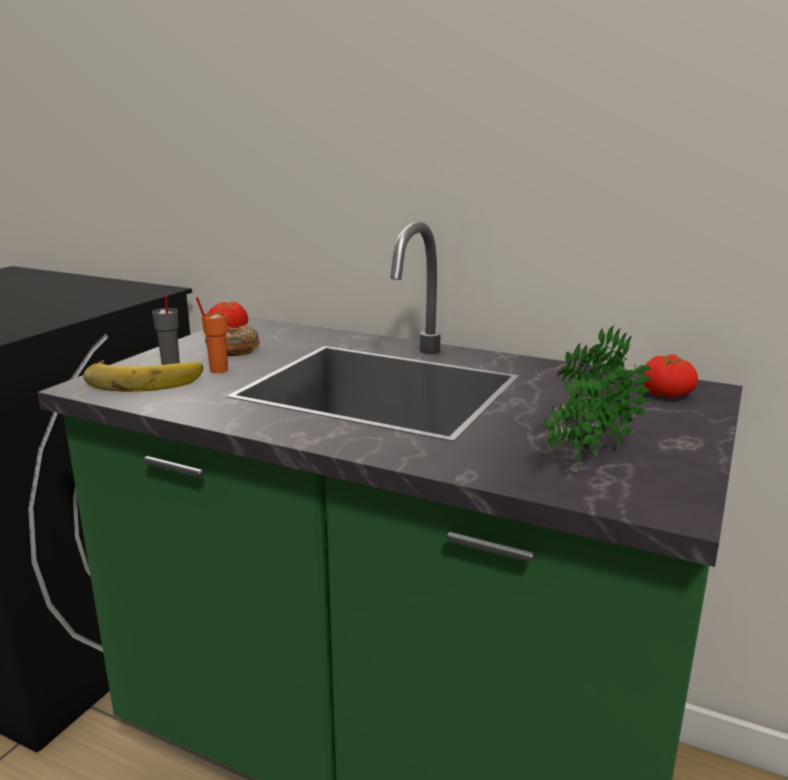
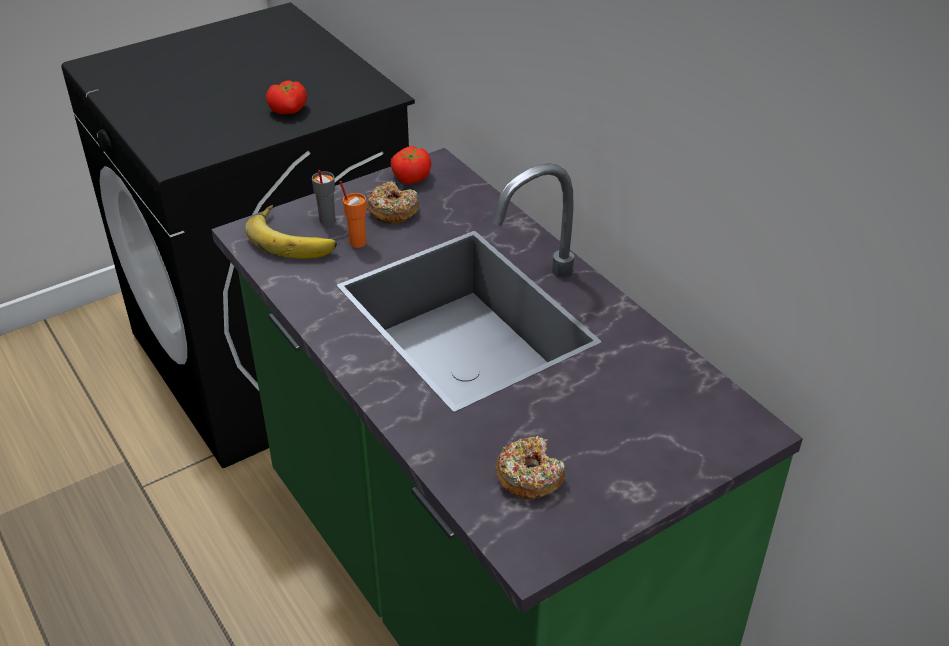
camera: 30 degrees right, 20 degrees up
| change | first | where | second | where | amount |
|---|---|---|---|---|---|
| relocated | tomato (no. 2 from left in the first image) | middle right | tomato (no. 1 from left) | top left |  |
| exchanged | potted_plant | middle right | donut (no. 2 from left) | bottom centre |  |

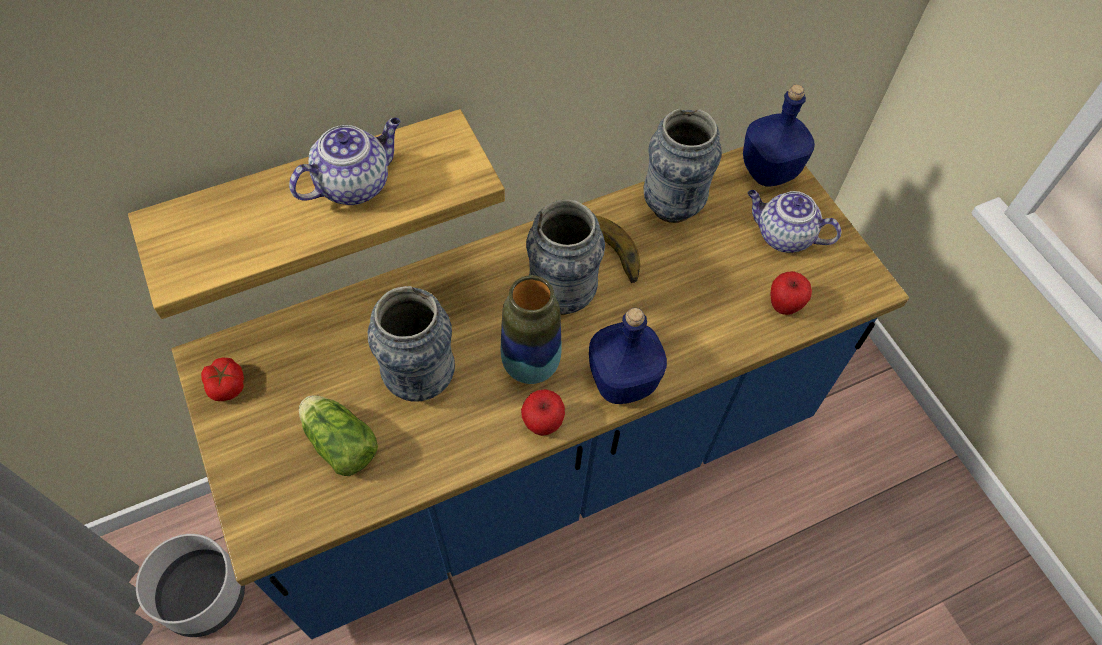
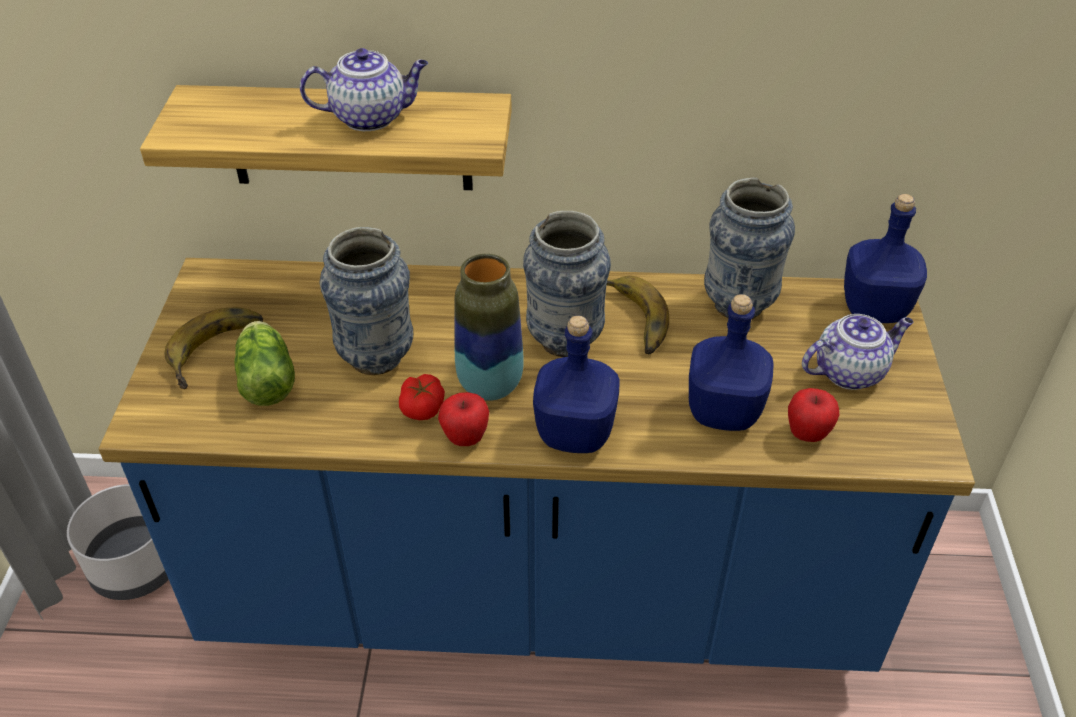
camera: 30 degrees right, 15 degrees down
| change | first | where | second | where | amount |
|---|---|---|---|---|---|
| appeared |  |  | banana (no. 1 from left) | middle left |  |
| appeared |  |  | blue_bottle (no. 2 from left) | middle right |  |
| relocated | tomato | middle left |  | centre |  |
| spun | teapot (no. 2 from left) | middle right |  | middle right | 105 degrees clockwise |

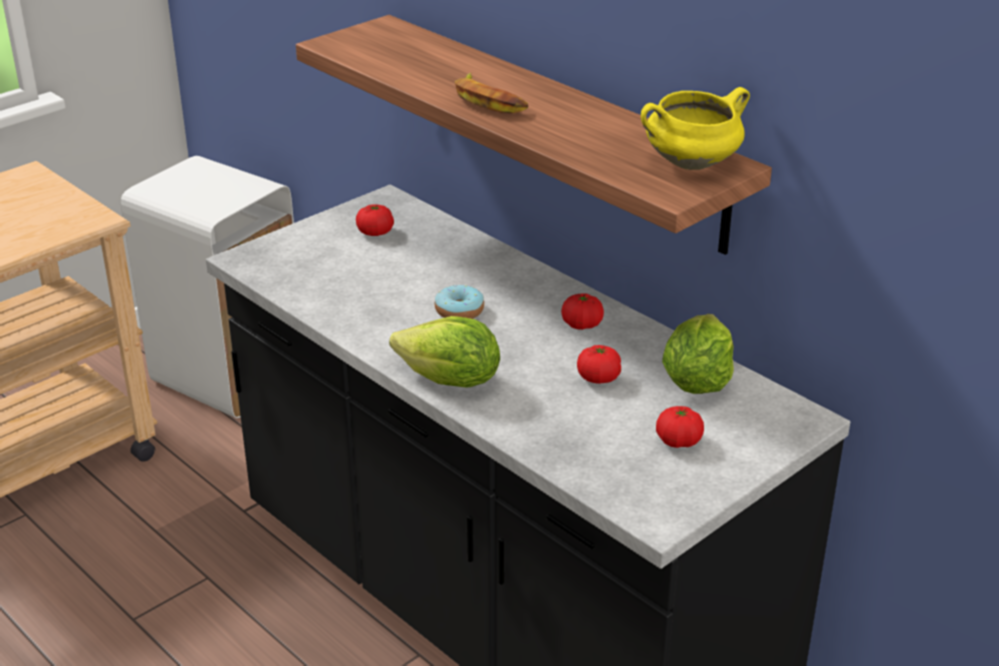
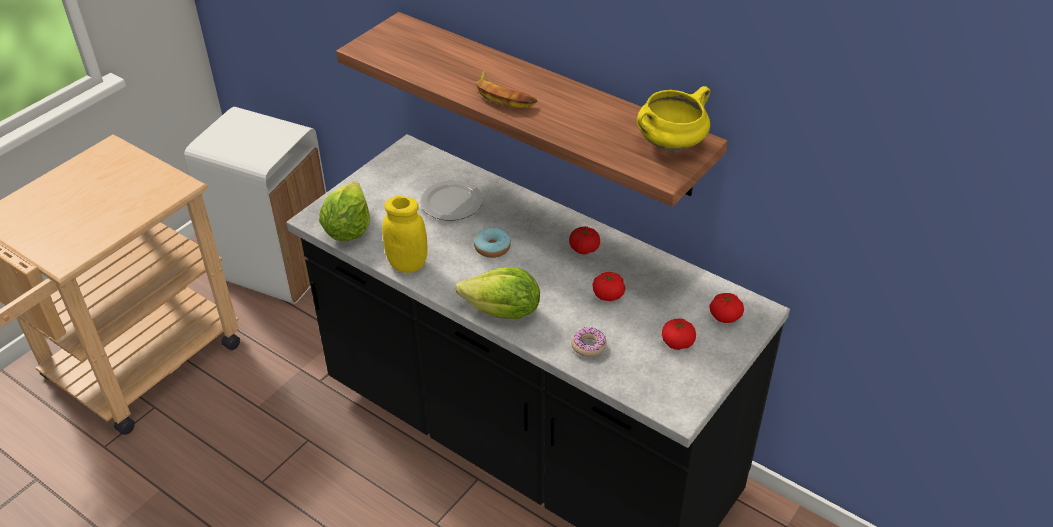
camera: 10 degrees left, 10 degrees up
| change | first | where | second | where | amount |
|---|---|---|---|---|---|
| appeared |  |  | yellow_jar | centre |  |
| appeared |  |  | plate | centre |  |
| appeared |  |  | donut (no. 2 from left) | centre |  |
| relocated | tomato (no. 1 from left in the first image) | top centre | tomato (no. 4 from left) | middle right |  |
| relocated | lettuce (no. 2 from left in the first image) | middle right | lettuce (no. 1 from left) | middle left |  |

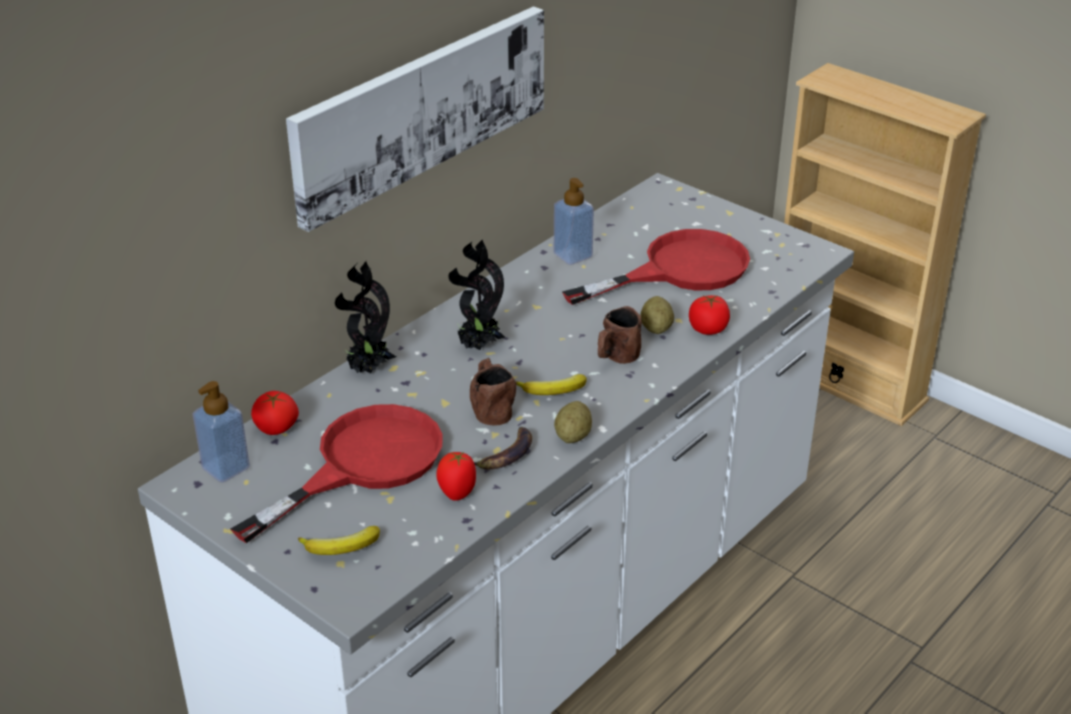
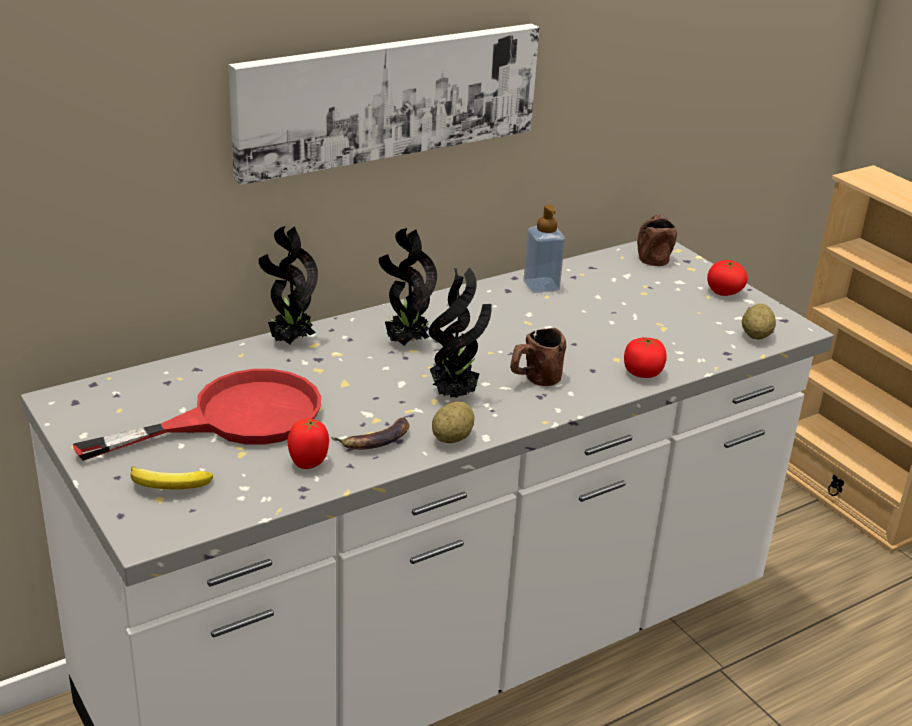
camera: 15 degrees right, 5 degrees down
| change | first | where | second | where | amount |
|---|---|---|---|---|---|
| missing | soap_dispenser (no. 1 from left) | middle left |  |  |  |
| missing | red_frying_pan (no. 2 from left) | centre |  |  |  |
| relocated | tomato (no. 1 from left in the first image) | middle left | tomato (no. 3 from left) | middle right |  |
| relocated | brown_mug (no. 1 from left in the first image) | centre | brown_mug (no. 2 from left) | top right |  |
| relocated | potato (no. 2 from left) | centre |  | middle right |  |
| exchanged | banana (no. 3 from left) | centre | potted_plant (no. 3 from left) | centre |  |

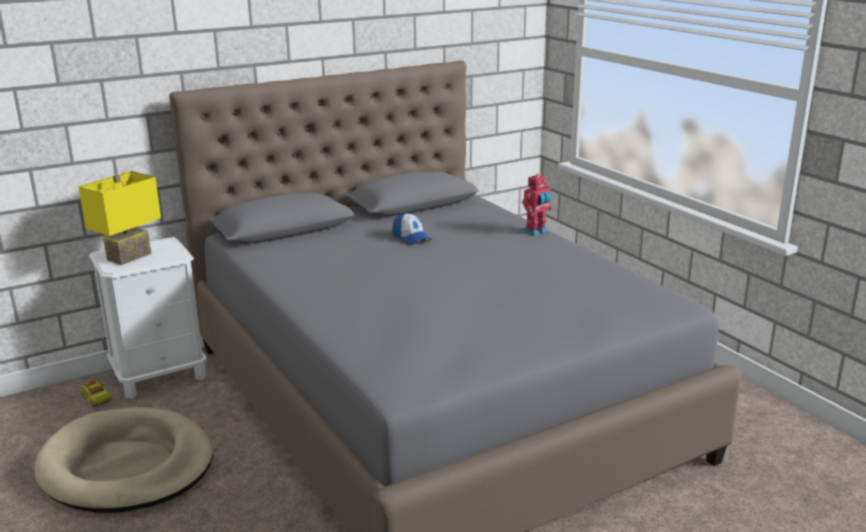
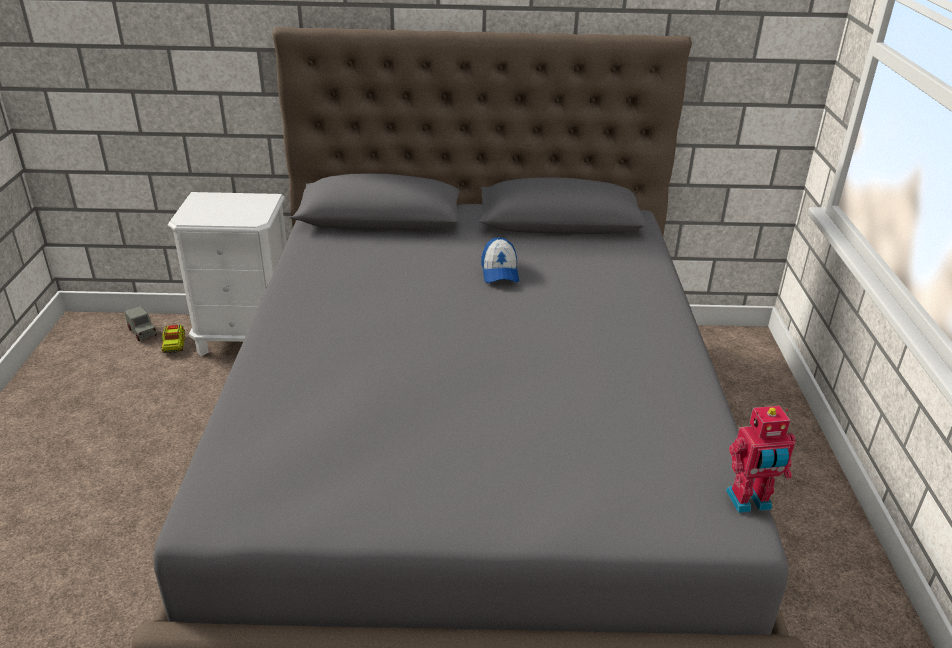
camera: 30 degrees right, 10 degrees up
| change | first | where | second | where | amount |
|---|---|---|---|---|---|
| missing | beige_dog_bed | bottom left |  |  |  |
| missing | yellow_table_lamp | middle left |  |  |  |
| appeared |  |  | grey_toy_car | middle left |  |
| relocated | toy_robot | centre |  | bottom right |  |

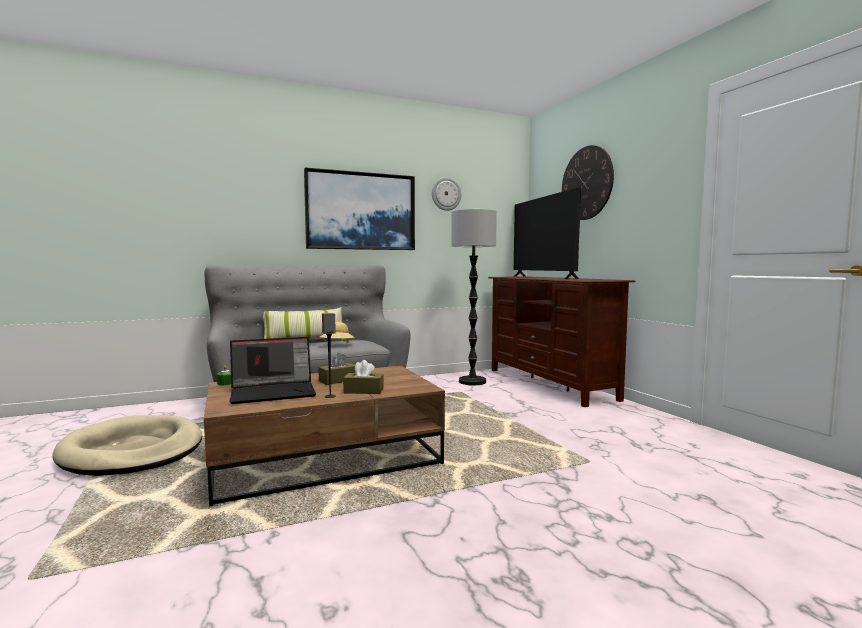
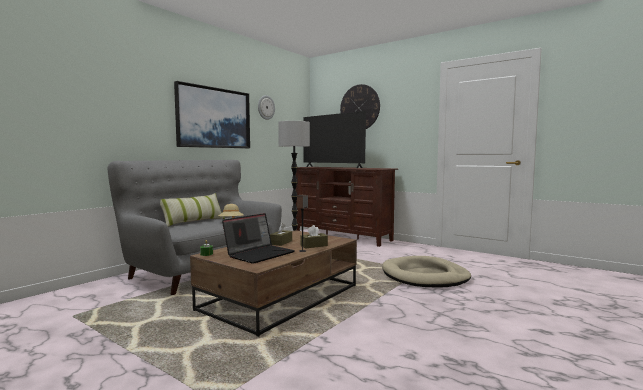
camera: 30 degrees left, 0 degrees up
| change | first | where | second | where | amount |
|---|---|---|---|---|---|
| relocated | beige_dog_bed | bottom left |  | bottom centre |  |

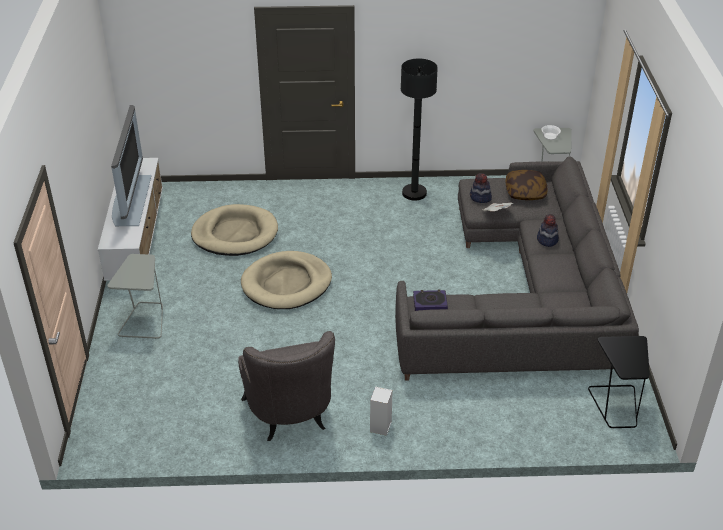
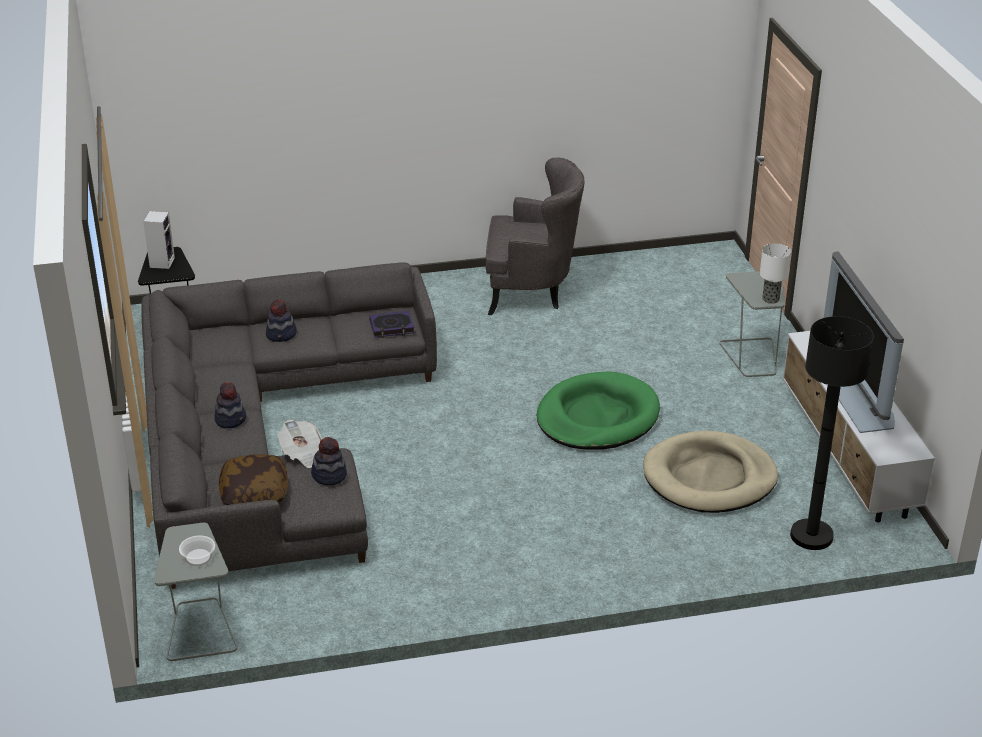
camera: 170 degrees right, 5 degrees down
| change | first | where | second | where | amount |
|---|---|---|---|---|---|
| appeared |  |  | hat (no. 2 from left) | middle left |  |
| appeared |  |  | table_lamp | middle right |  |
| relocated | speaker | bottom centre |  | top left |  |
| relocated | black_floor_lamp | top centre |  | middle right |  |
| colour | beige_dog_bed (no. 2 from left) | centre | green_dog_bed | centre |  |
| spun | grey_armchair | bottom centre |  | top centre | 120 degrees clockwise |

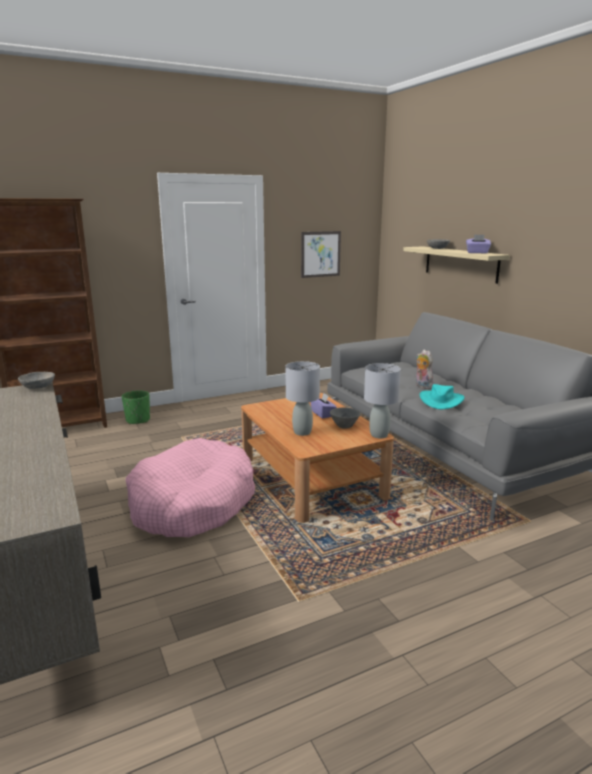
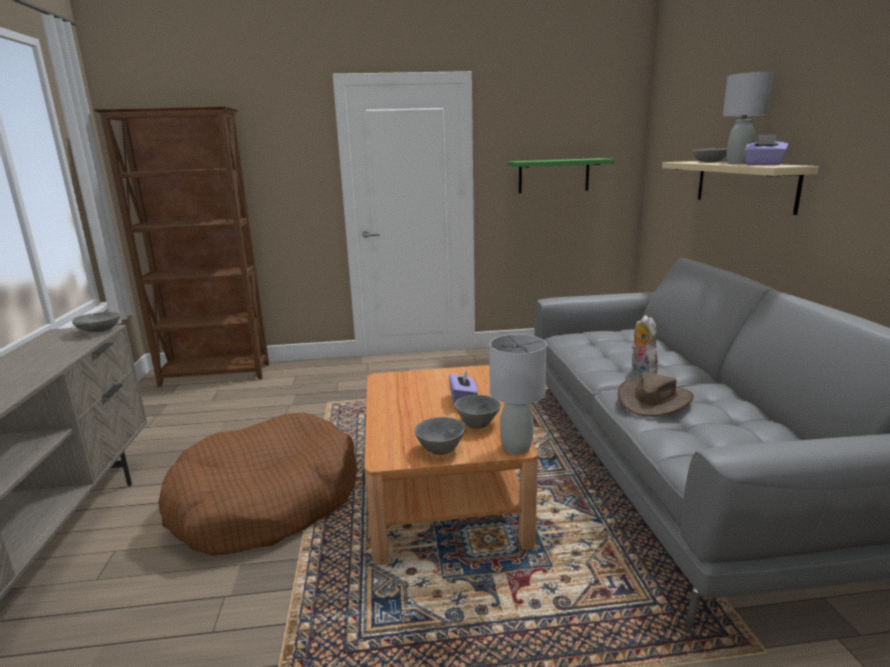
camera: 20 degrees right, 0 degrees up
| change | first | where | second | where | amount |
|---|---|---|---|---|---|
| missing | green_planter | middle left |  |  |  |
| appeared |  |  | grey_bowl (no. 2 from left) | centre |  |
| relocated | grey_table_lamp (no. 1 from left in the first image) | centre | grey_table_lamp (no. 2 from left) | top right |  |
| exchanged | picture | top centre | green_shelf | top centre |  |
| colour | pink_dog_bed | middle left | brown_dog_bed | bottom left |  |
| colour | turquoise_hat | middle right | brown_hat | middle right |  |

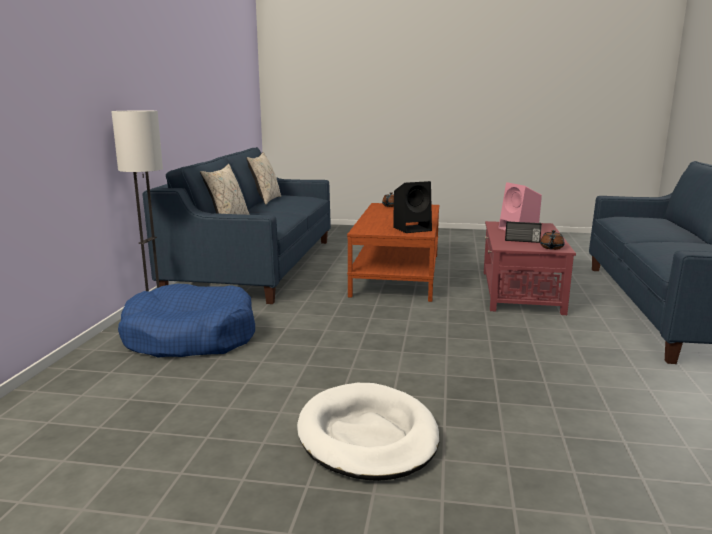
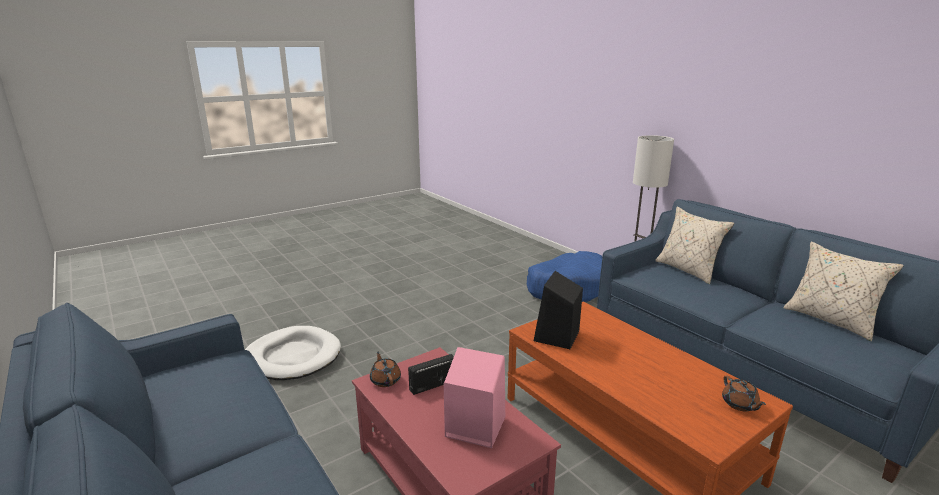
camera: 135 degrees right, 5 degrees up
| change | first | where | second | where | amount |
|---|---|---|---|---|---|
| relocated | white_dog_bed | bottom centre |  | bottom left |  |

